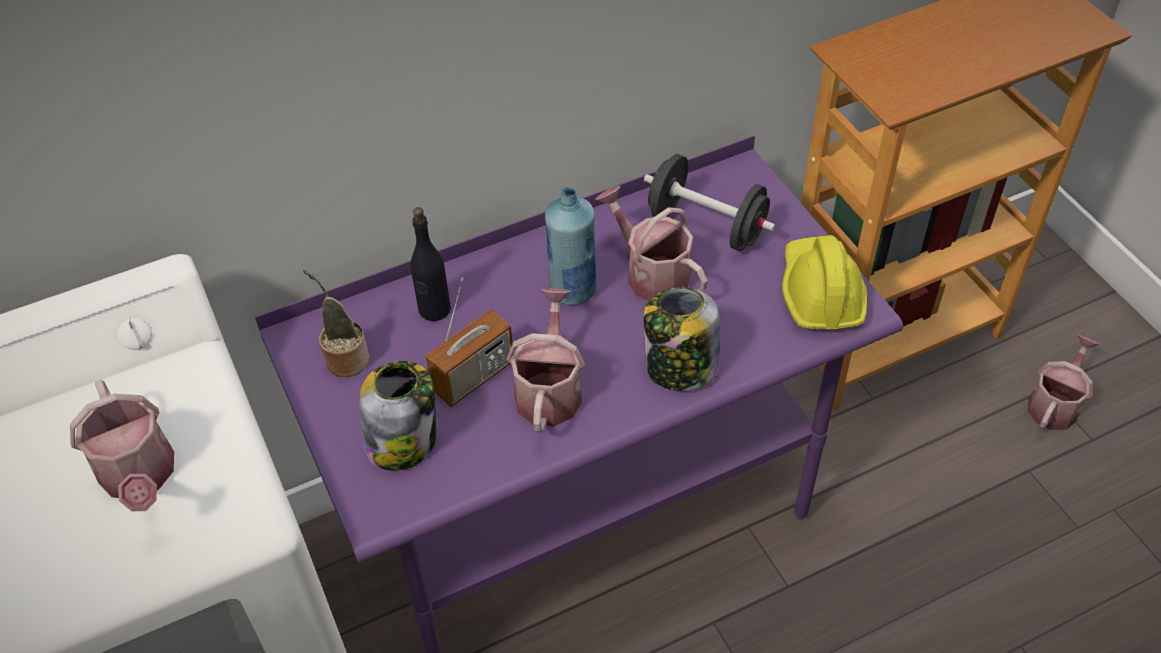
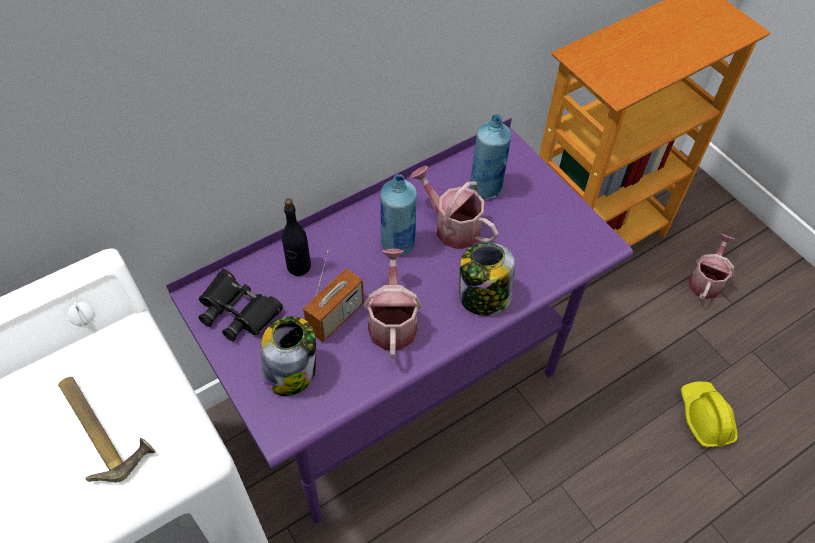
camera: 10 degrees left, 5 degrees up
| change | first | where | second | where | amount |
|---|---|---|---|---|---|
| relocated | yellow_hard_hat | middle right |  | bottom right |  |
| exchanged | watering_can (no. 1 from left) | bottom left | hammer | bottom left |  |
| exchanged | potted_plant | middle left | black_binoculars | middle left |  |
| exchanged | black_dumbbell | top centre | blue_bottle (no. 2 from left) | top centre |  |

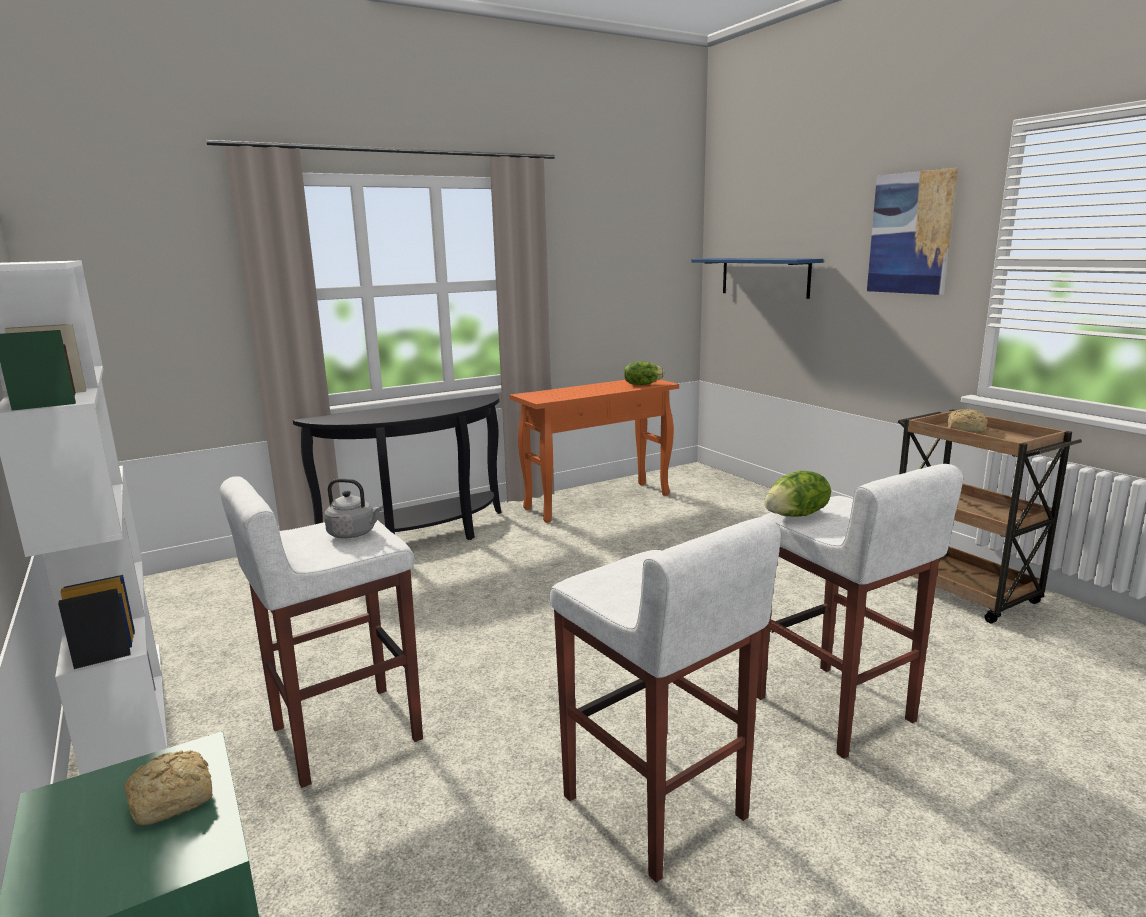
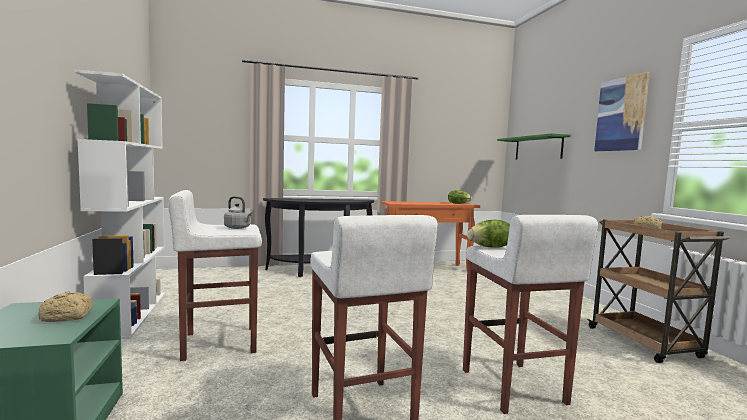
camera: 15 degrees right, 10 degrees down
| change | first | where | second | where | amount |
|---|---|---|---|---|---|
| colour | blue_shelf | top centre | green_shelf | middle right |  |

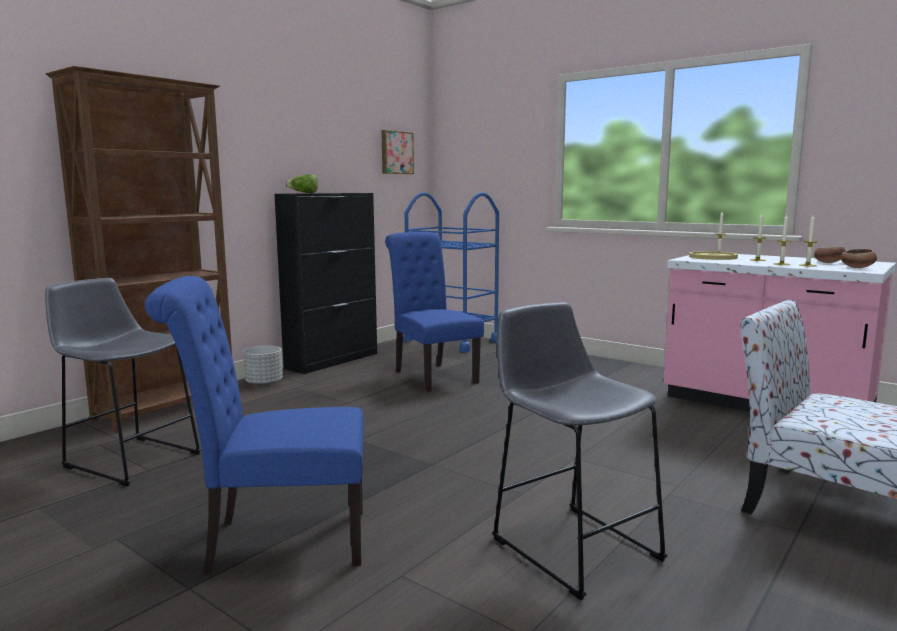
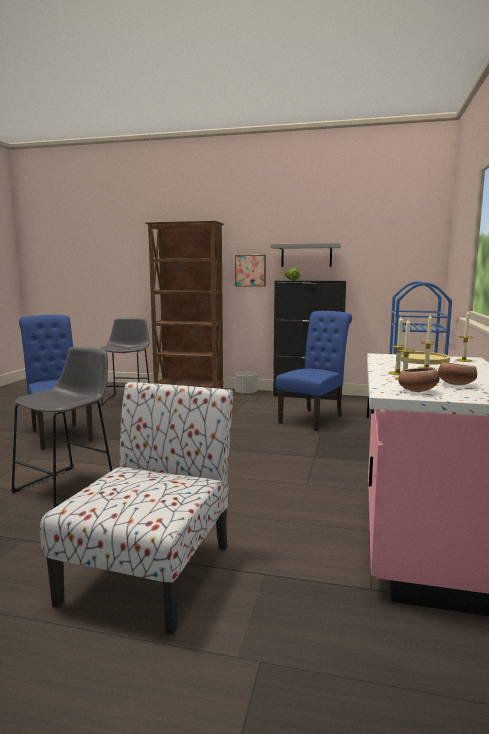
camera: 65 degrees right, 0 degrees up
| change | first | where | second | where | amount |
|---|---|---|---|---|---|
| appeared |  |  | grey_shelf | centre |  |
| relocated | picture | top centre |  | centre |  |

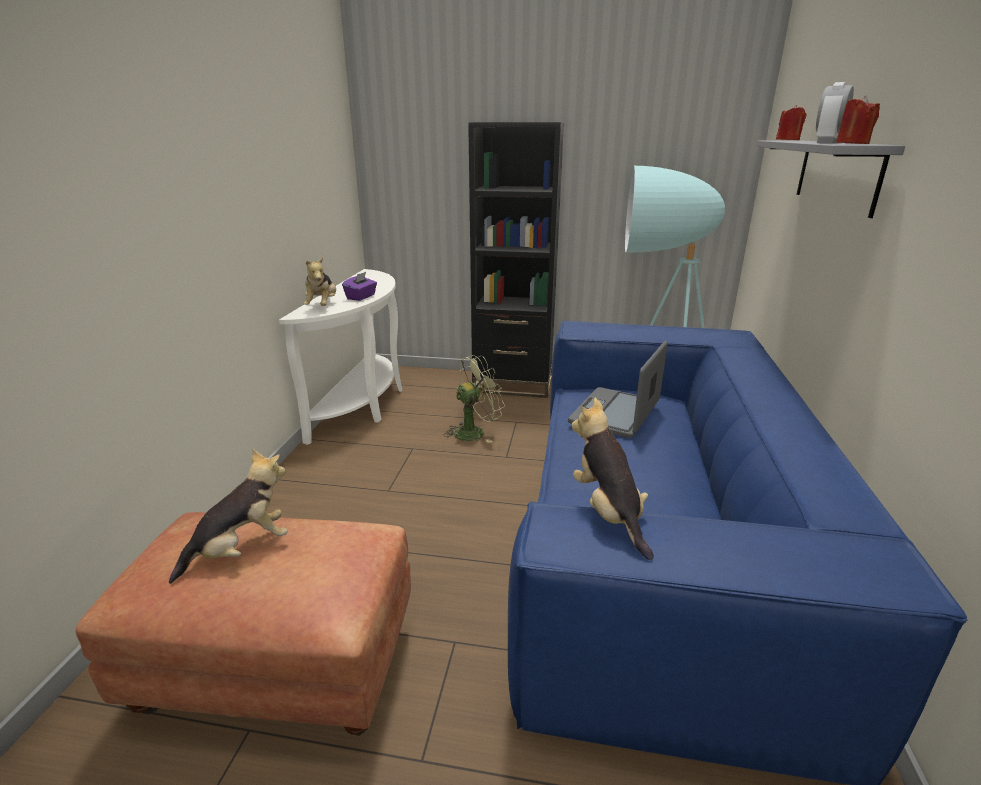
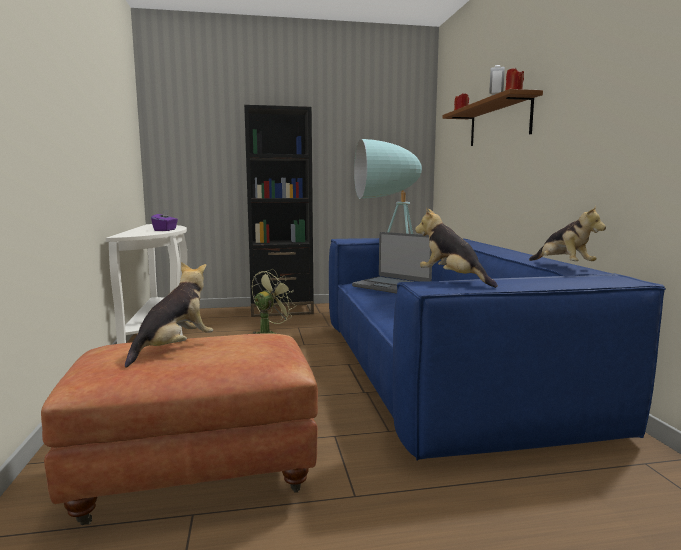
camera: 20 degrees left, 15 degrees down
| change | first | where | second | where | amount |
|---|---|---|---|---|---|
| relocated | plush_toy (no. 2 from left in the first image) | middle left | plush_toy (no. 3 from left) | middle right |  |
| colour | grey_shelf | top right | brown_shelf | top right |  |
| spun | laptop | centre |  | centre | 60 degrees counterclockwise |

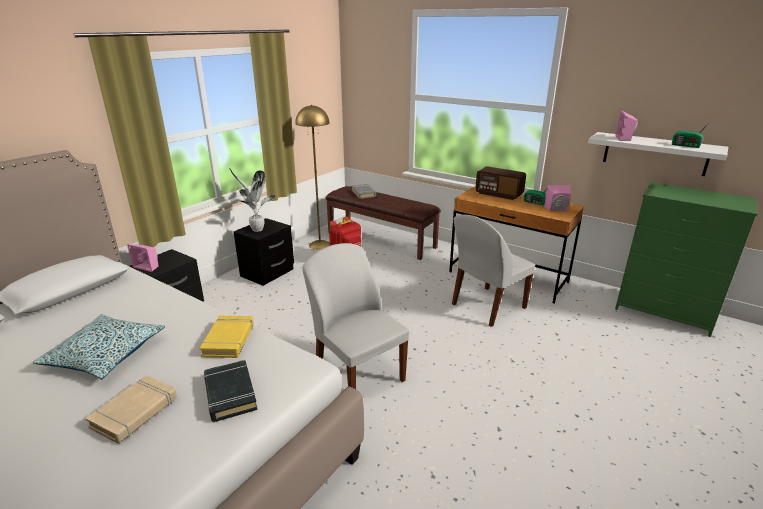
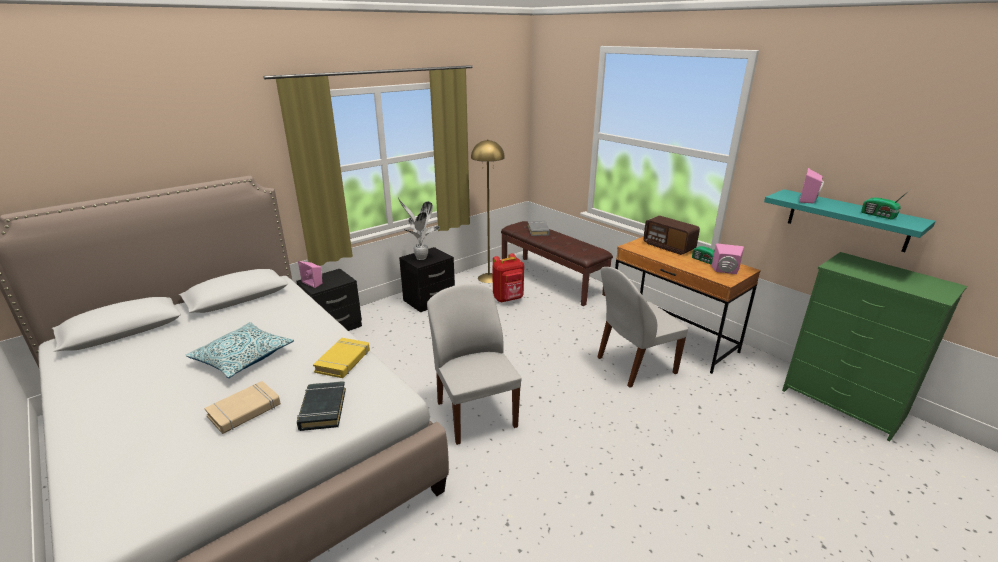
camera: 15 degrees right, 0 degrees up
| change | first | where | second | where | amount |
|---|---|---|---|---|---|
| colour | white_shelf | top right | turquoise_shelf | middle right |  |

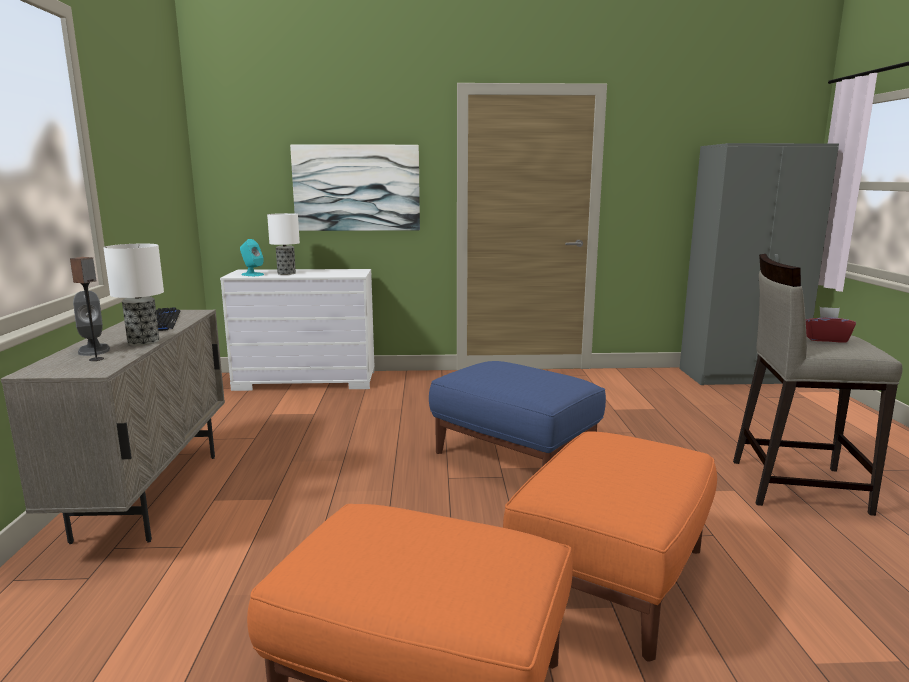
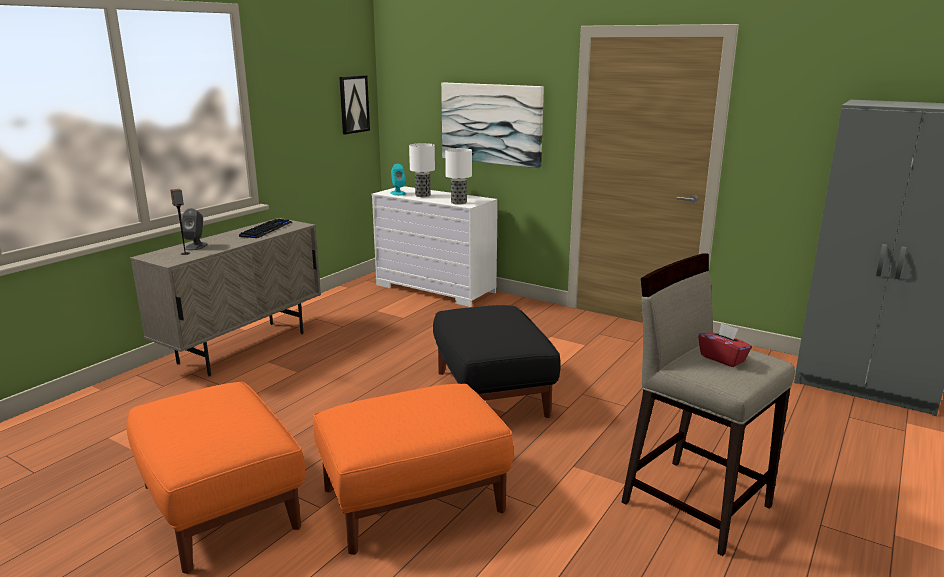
camera: 35 degrees right, 5 degrees up
| change | first | where | second | where | amount |
|---|---|---|---|---|---|
| appeared |  |  | picture (no. 1 from left) | top centre |  |
| relocated | table_lamp (no. 1 from left in the first image) | middle left | table_lamp (no. 2 from left) | top centre |  |
| colour | blue_ottoman | centre | black_ottoman | centre |  |

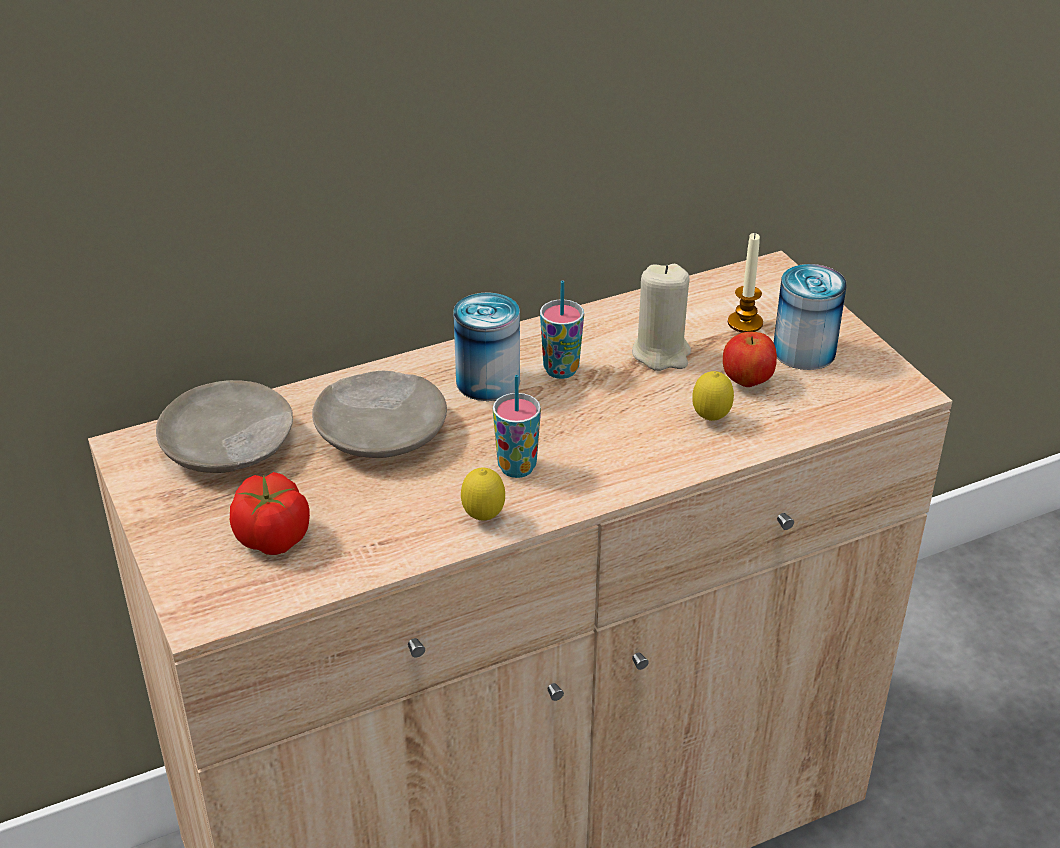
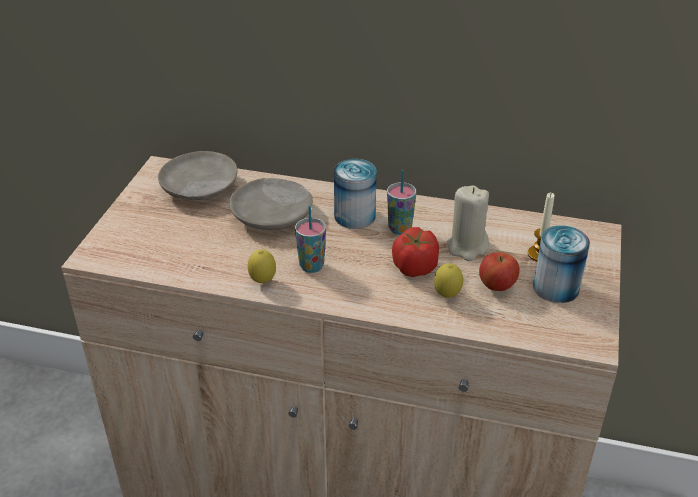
camera: 40 degrees right, 0 degrees up
| change | first | where | second | where | amount |
|---|---|---|---|---|---|
| relocated | tomato | middle left |  | centre |  |

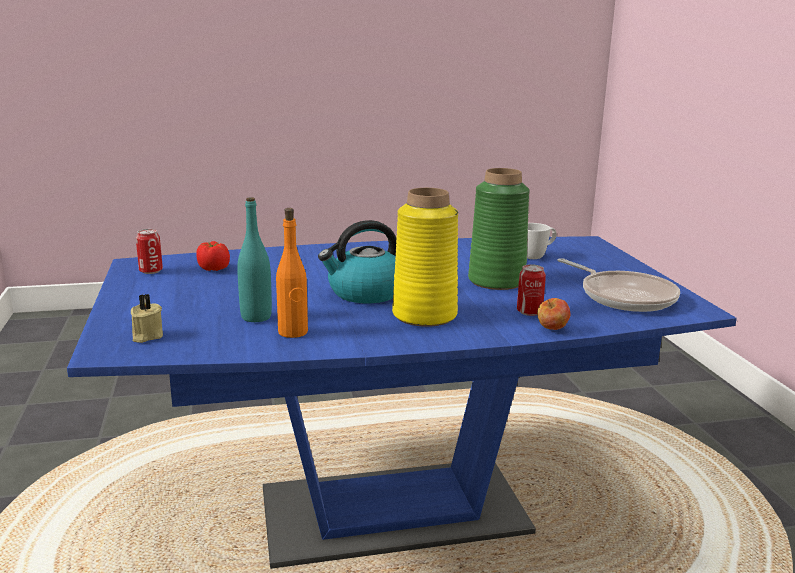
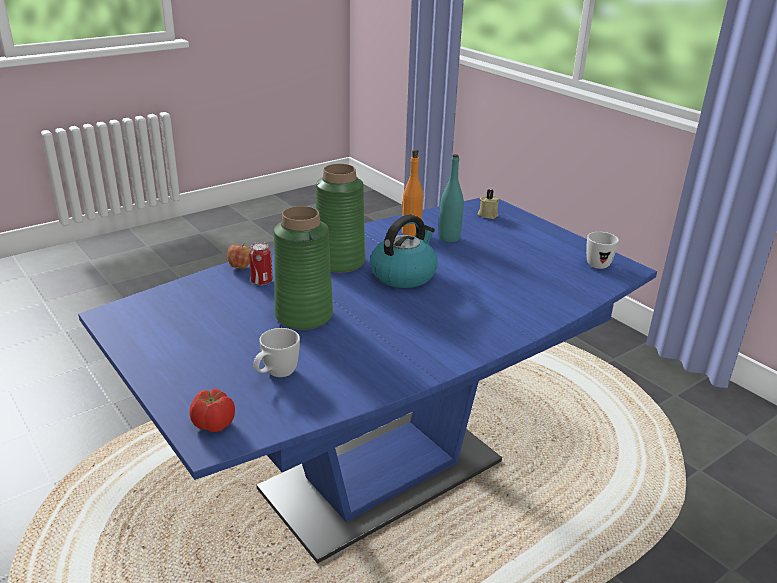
camera: 155 degrees right, 10 degrees up
| change | first | where | second | where | amount |
|---|---|---|---|---|---|
| missing | frying_pan | middle right |  |  |  |
| relocated | tomato | middle left |  | bottom left |  |
| exchanged | can (no. 1 from left) | middle left | white_mug (no. 2 from left) | middle right |  |
| colour | yellow_vase | centre | green_vase (no. 2 from left) | centre |  |

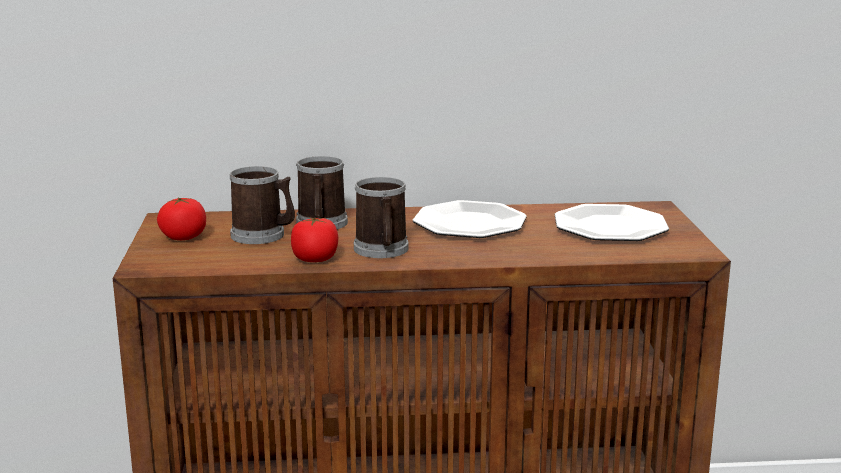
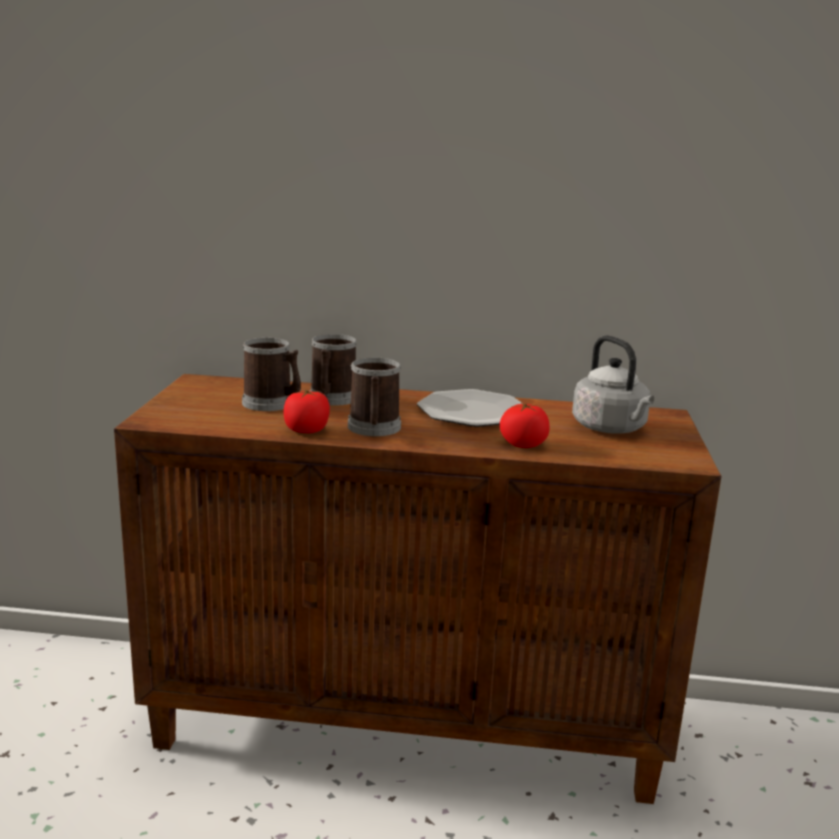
camera: 10 degrees right, 0 degrees up
| change | first | where | second | where | amount |
|---|---|---|---|---|---|
| relocated | tomato (no. 1 from left in the first image) | middle left | tomato (no. 2 from left) | centre |  |
| exchanged | plate (no. 2 from left) | middle right | grey_kettle | middle right |  |

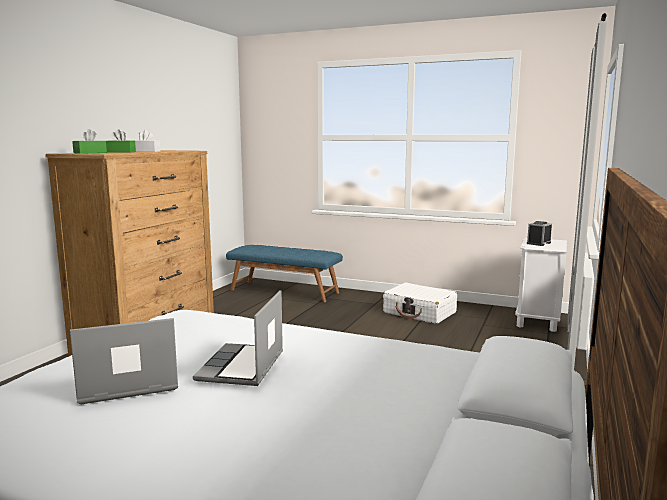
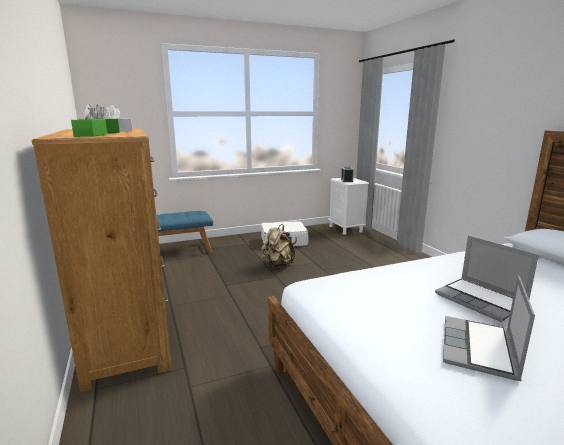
camera: 45 degrees left, 5 degrees up
| change | first | where | second | where | amount |
|---|---|---|---|---|---|
| appeared |  |  | beige_backpack | centre |  |

